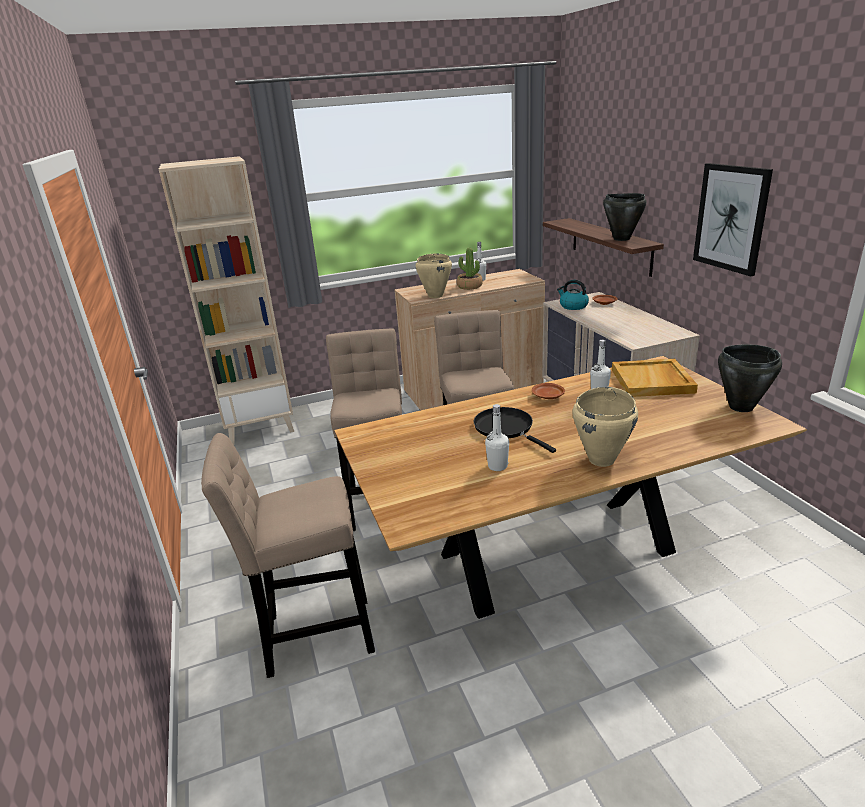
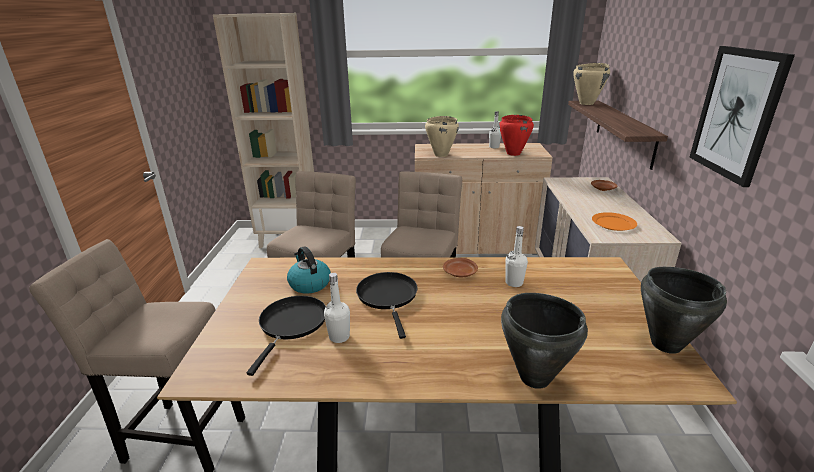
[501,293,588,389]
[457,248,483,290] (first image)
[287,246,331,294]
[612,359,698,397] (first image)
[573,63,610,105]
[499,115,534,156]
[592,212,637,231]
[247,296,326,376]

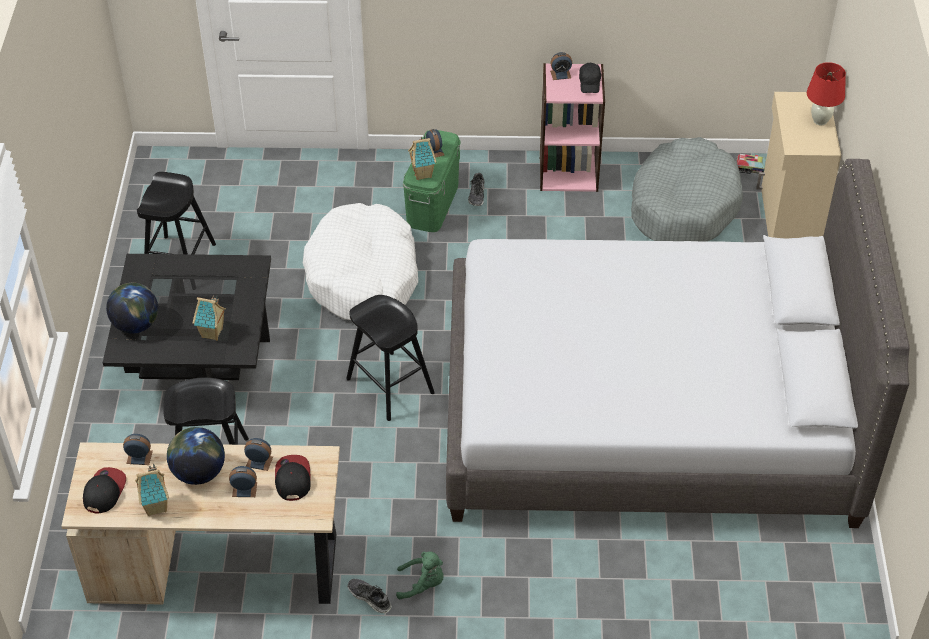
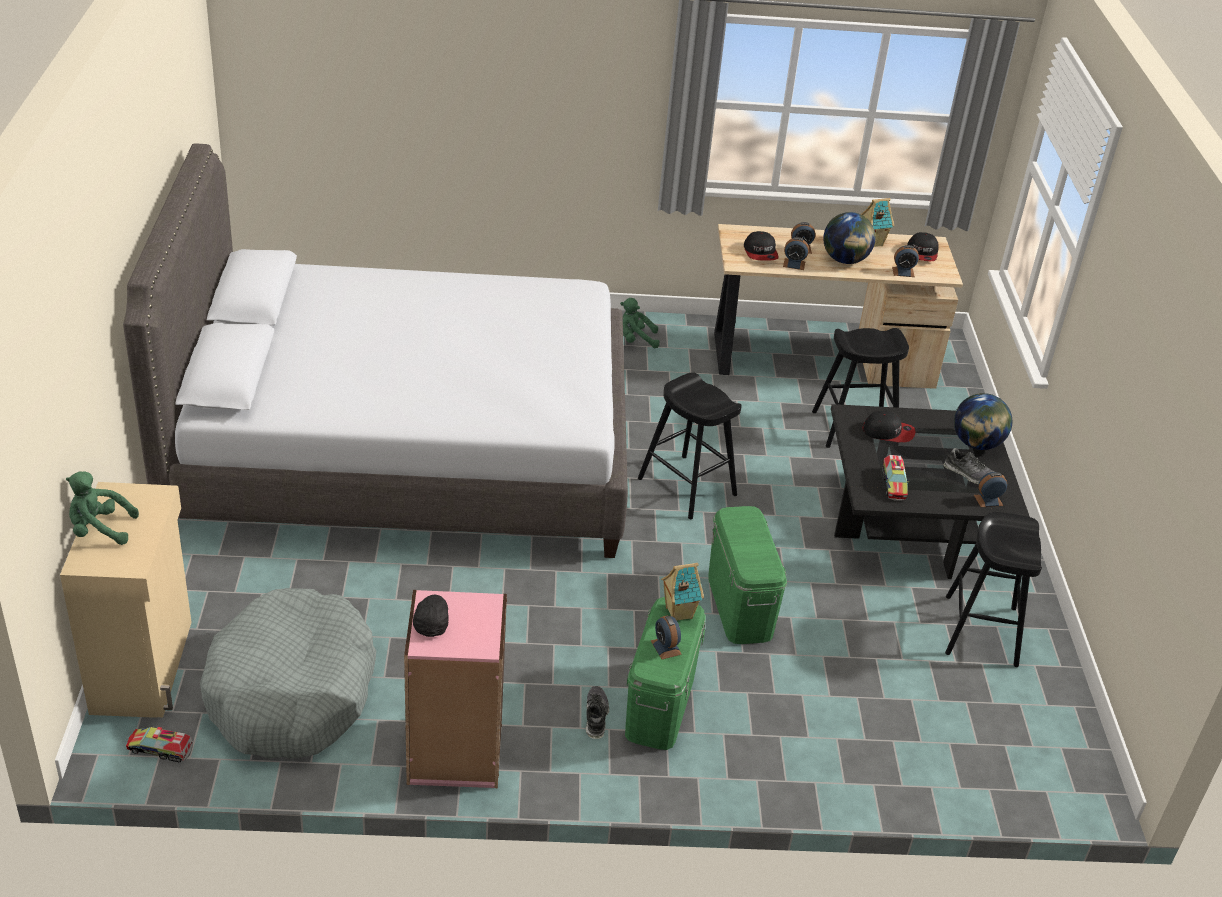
[974,472,1007,507]
[66,471,139,545]
[708,506,787,644]
[862,411,916,443]
[943,448,995,484]
[882,455,909,501]

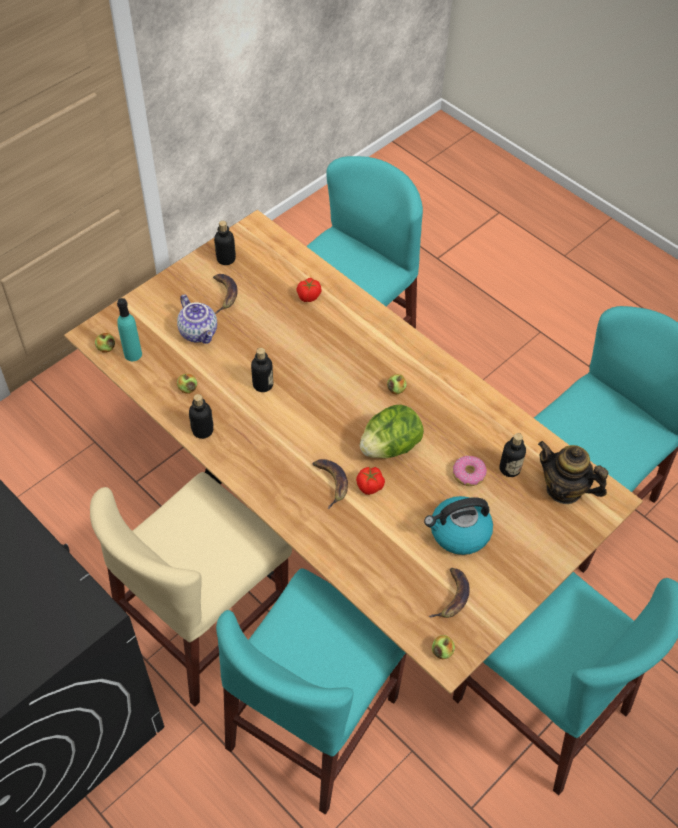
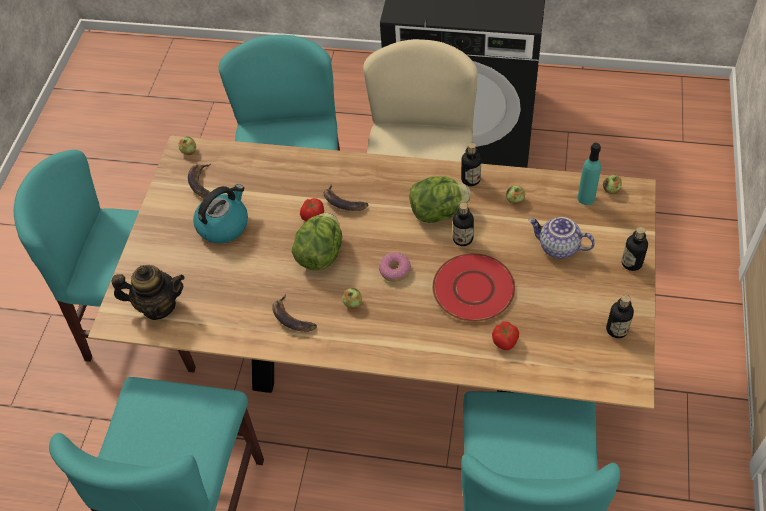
[272,294,317,332]
[622,227,648,271]
[379,252,411,282]
[409,176,471,223]
[432,253,515,322]

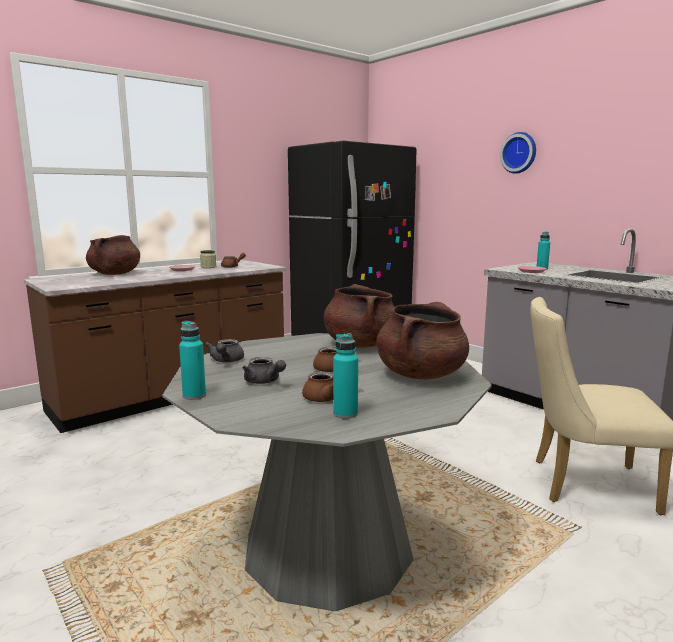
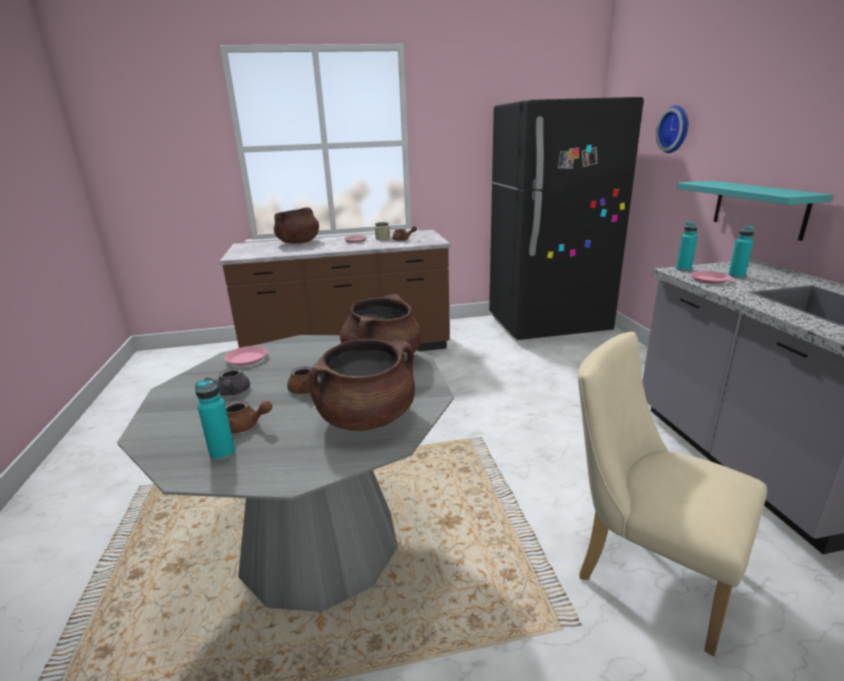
[656,105,688,153]
[676,222,698,272]
[224,346,268,366]
[677,181,832,241]

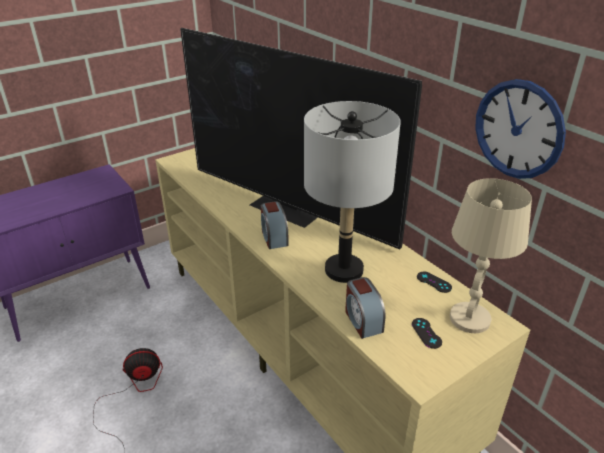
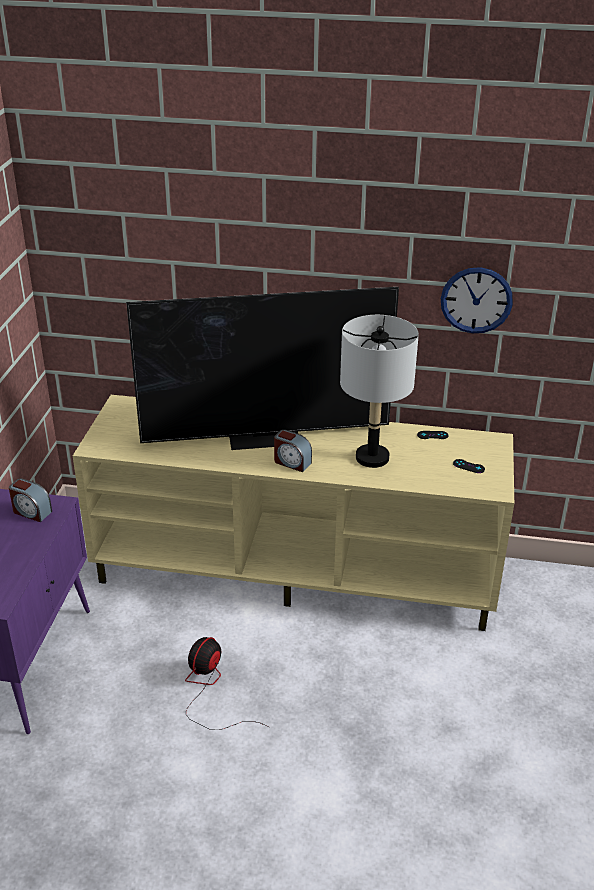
[450,178,532,333] (first image)
[9,479,52,522]

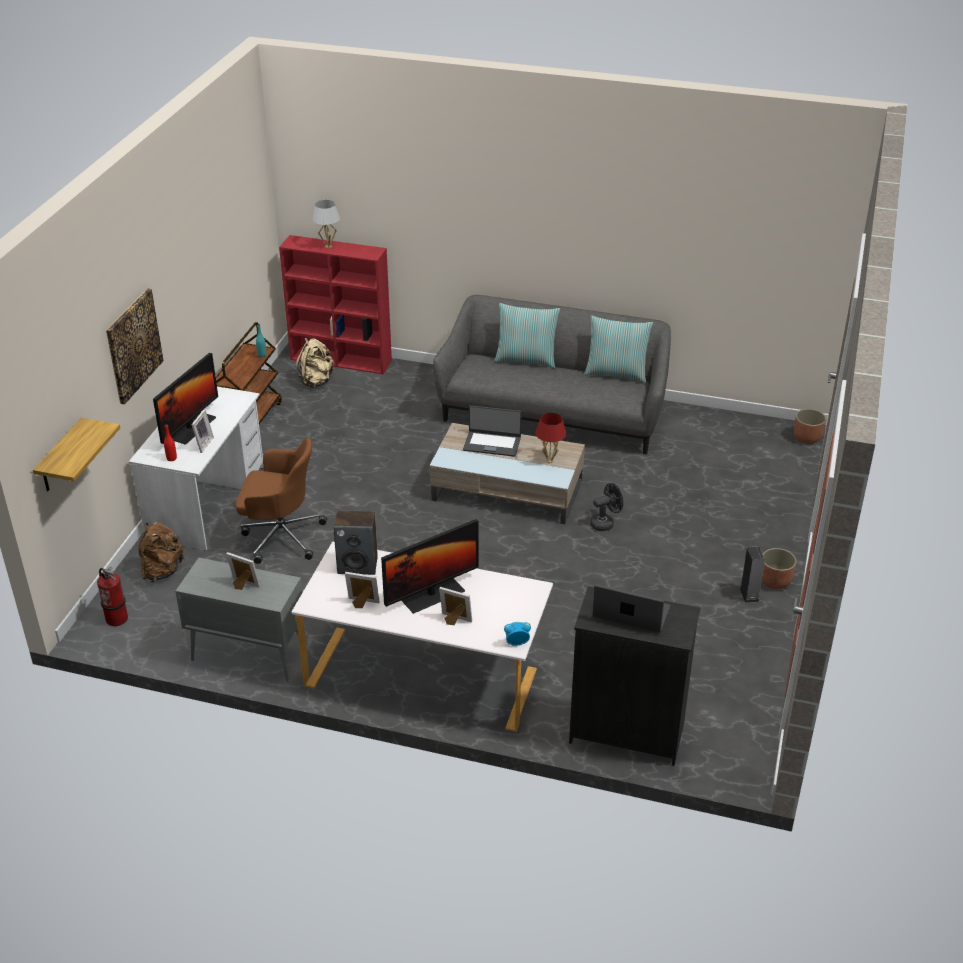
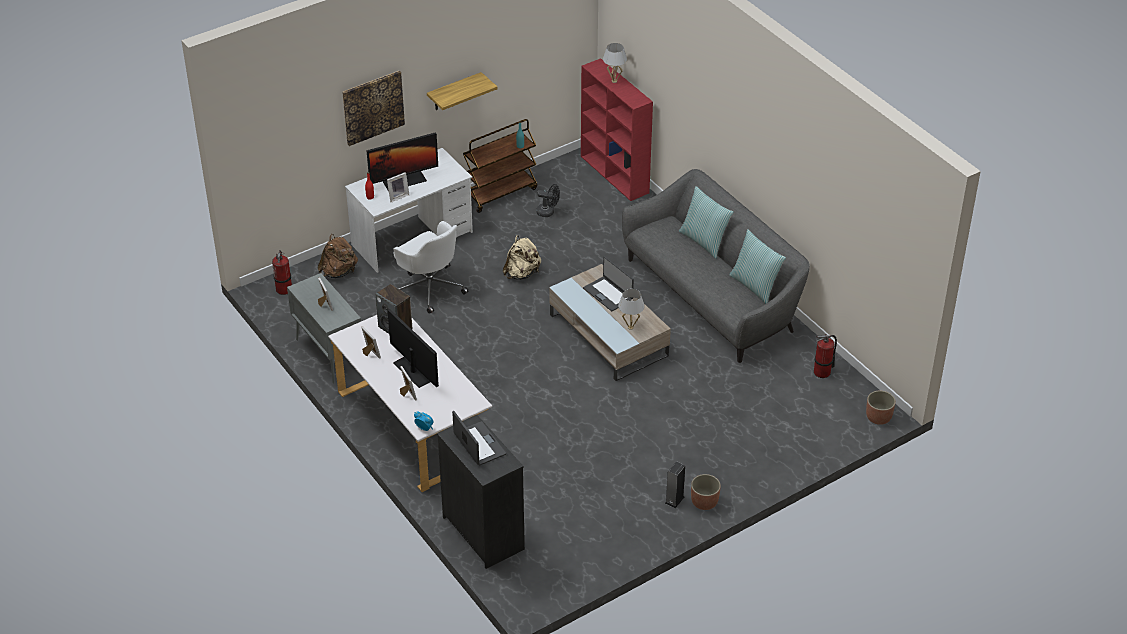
[503,235,541,280]
[618,289,645,330]
[427,72,497,110]
[393,221,469,314]
[536,184,560,217]
[387,309,439,388]
[814,334,837,378]

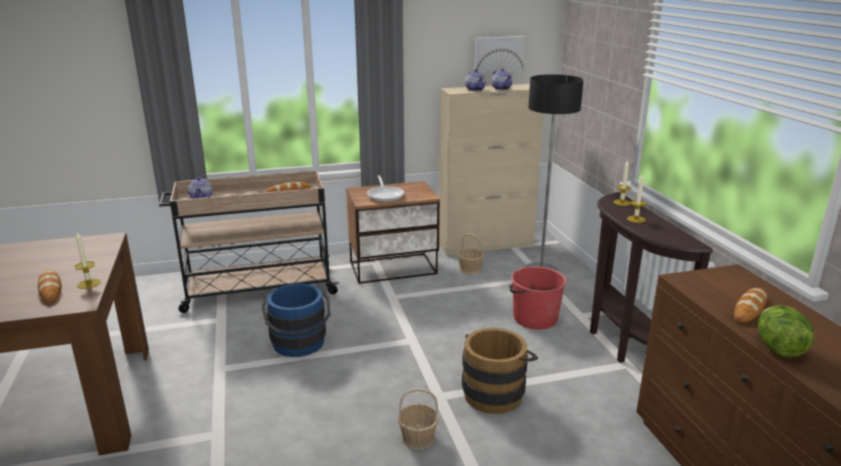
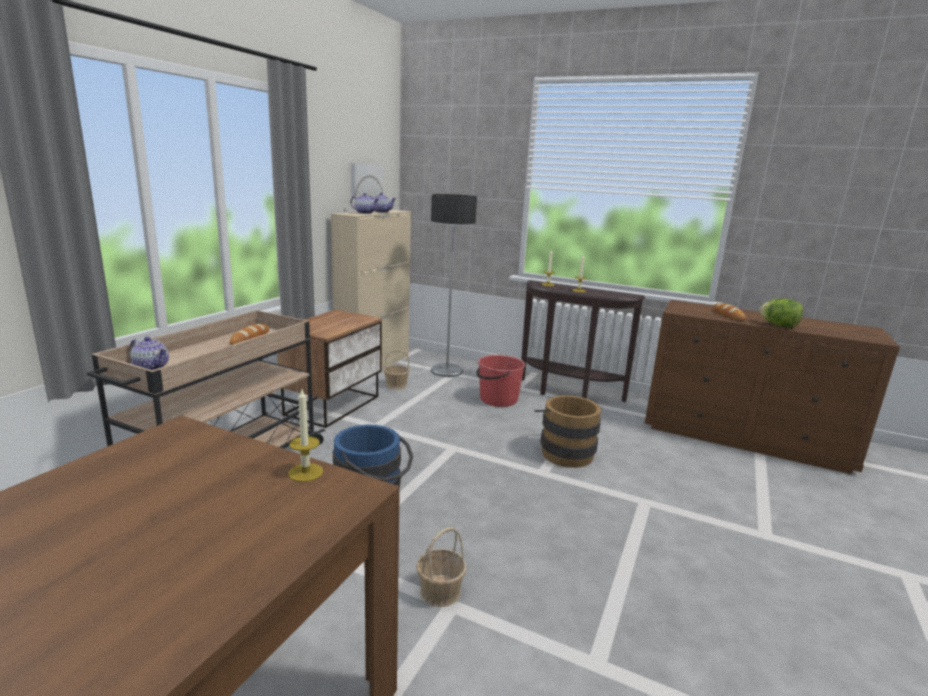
[367,175,404,202] (first image)
[38,269,62,303] (first image)
[416,527,467,607]

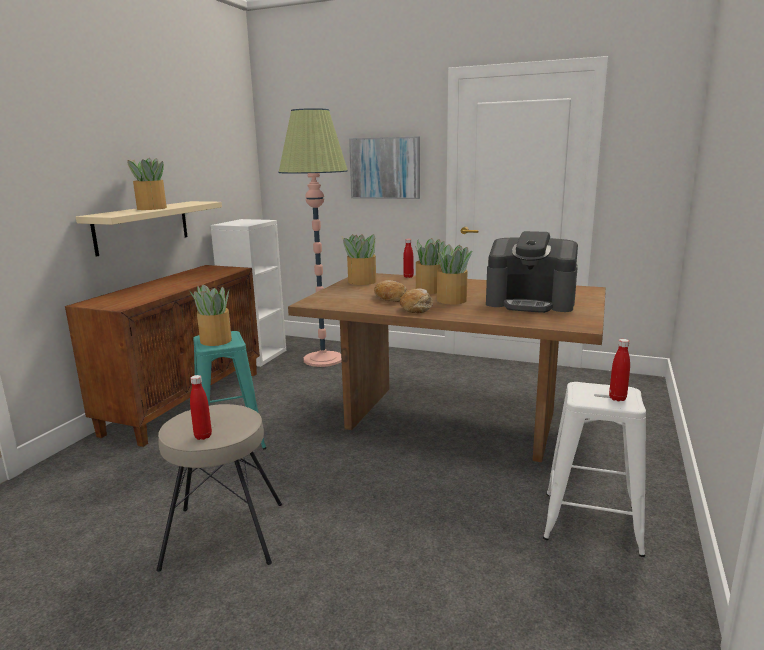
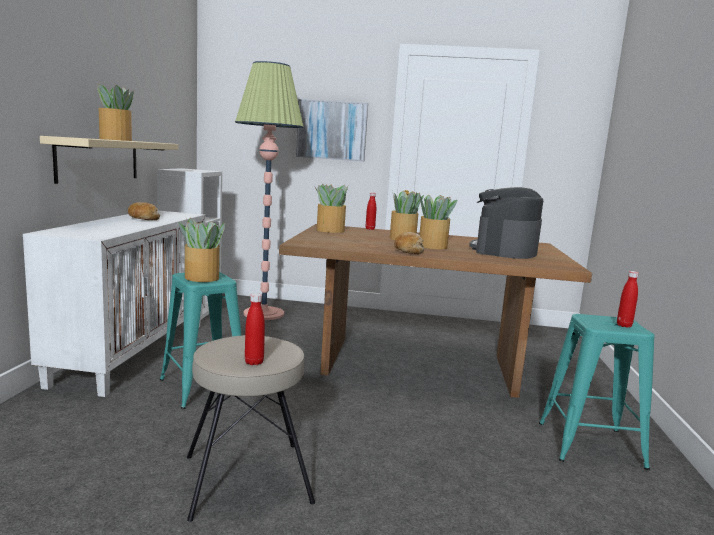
[469,187,543,259]
[23,211,206,397]
[128,202,160,220]
[539,314,655,470]

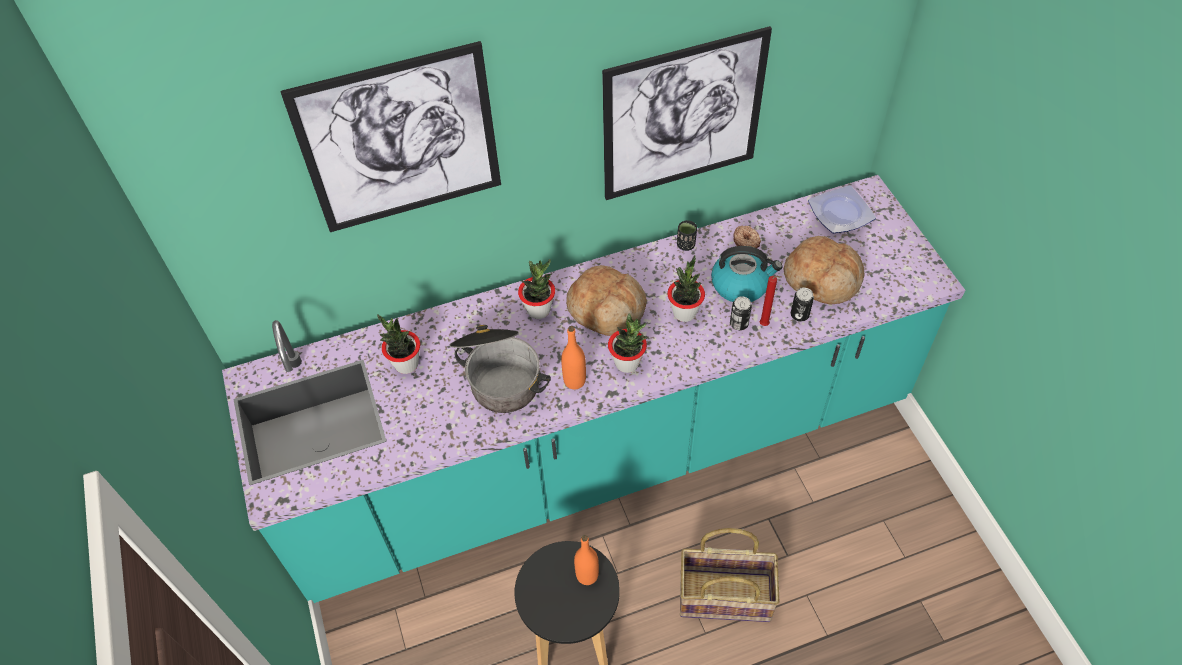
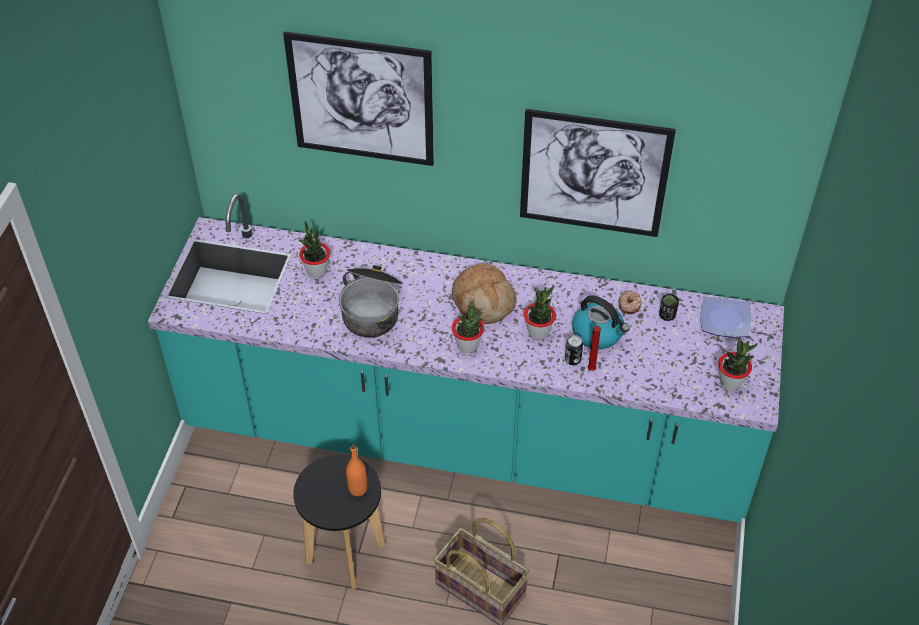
[659,294,679,321]
[784,236,864,305] (first image)
[718,337,758,391]
[791,288,814,322] (first image)
[561,326,586,389] (first image)

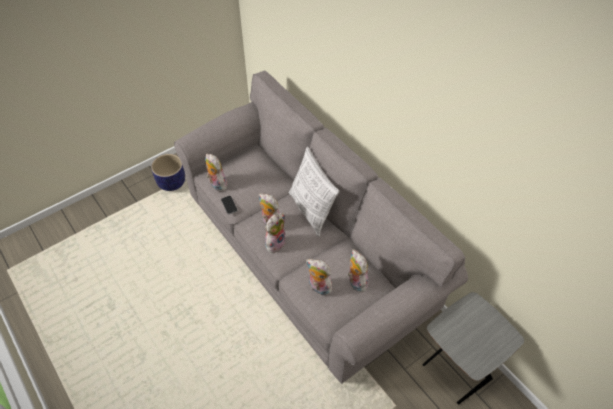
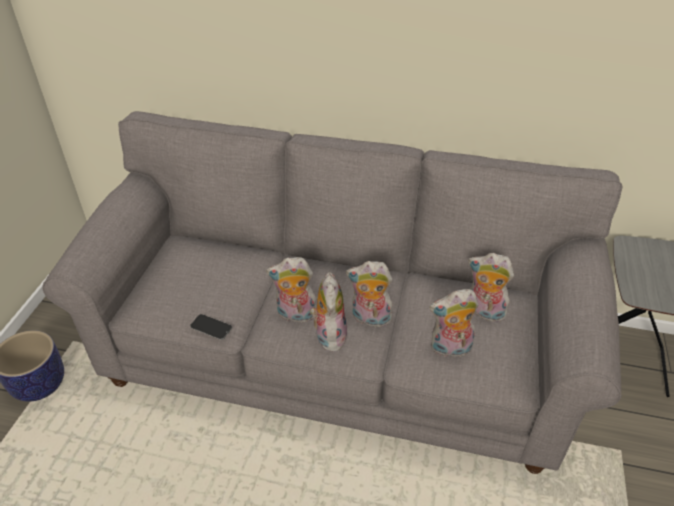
[289,147,339,237] (first image)
[346,261,393,328]

